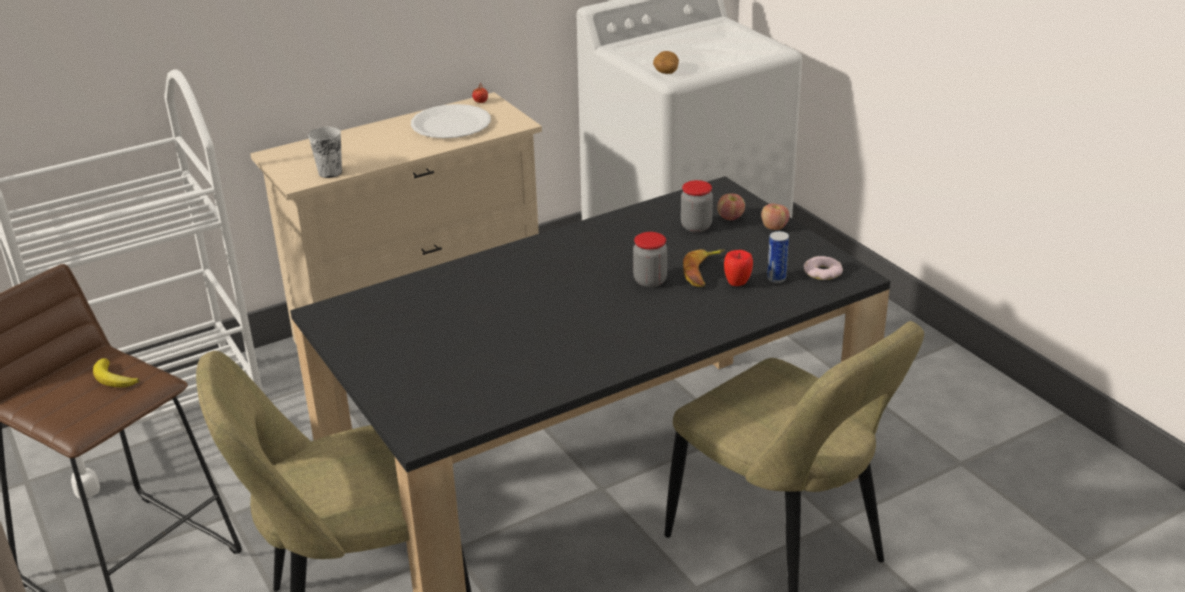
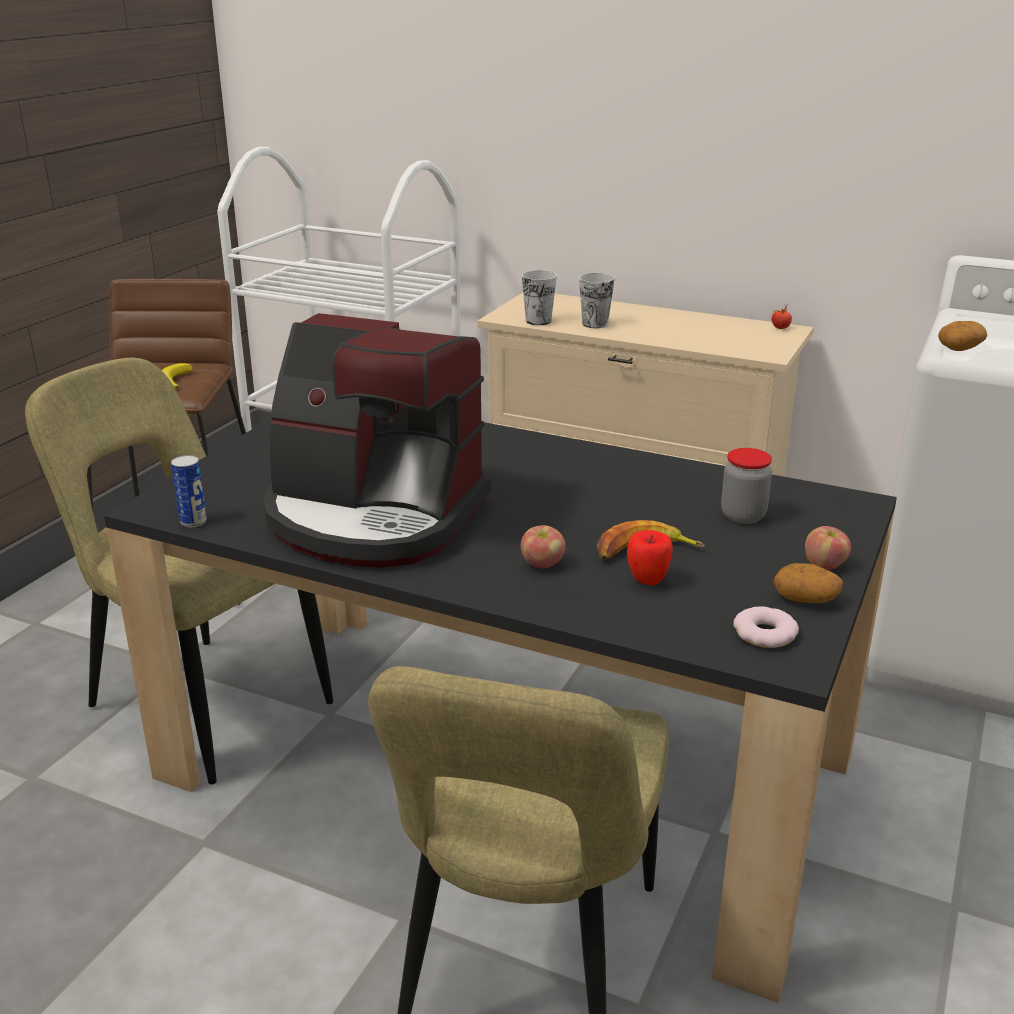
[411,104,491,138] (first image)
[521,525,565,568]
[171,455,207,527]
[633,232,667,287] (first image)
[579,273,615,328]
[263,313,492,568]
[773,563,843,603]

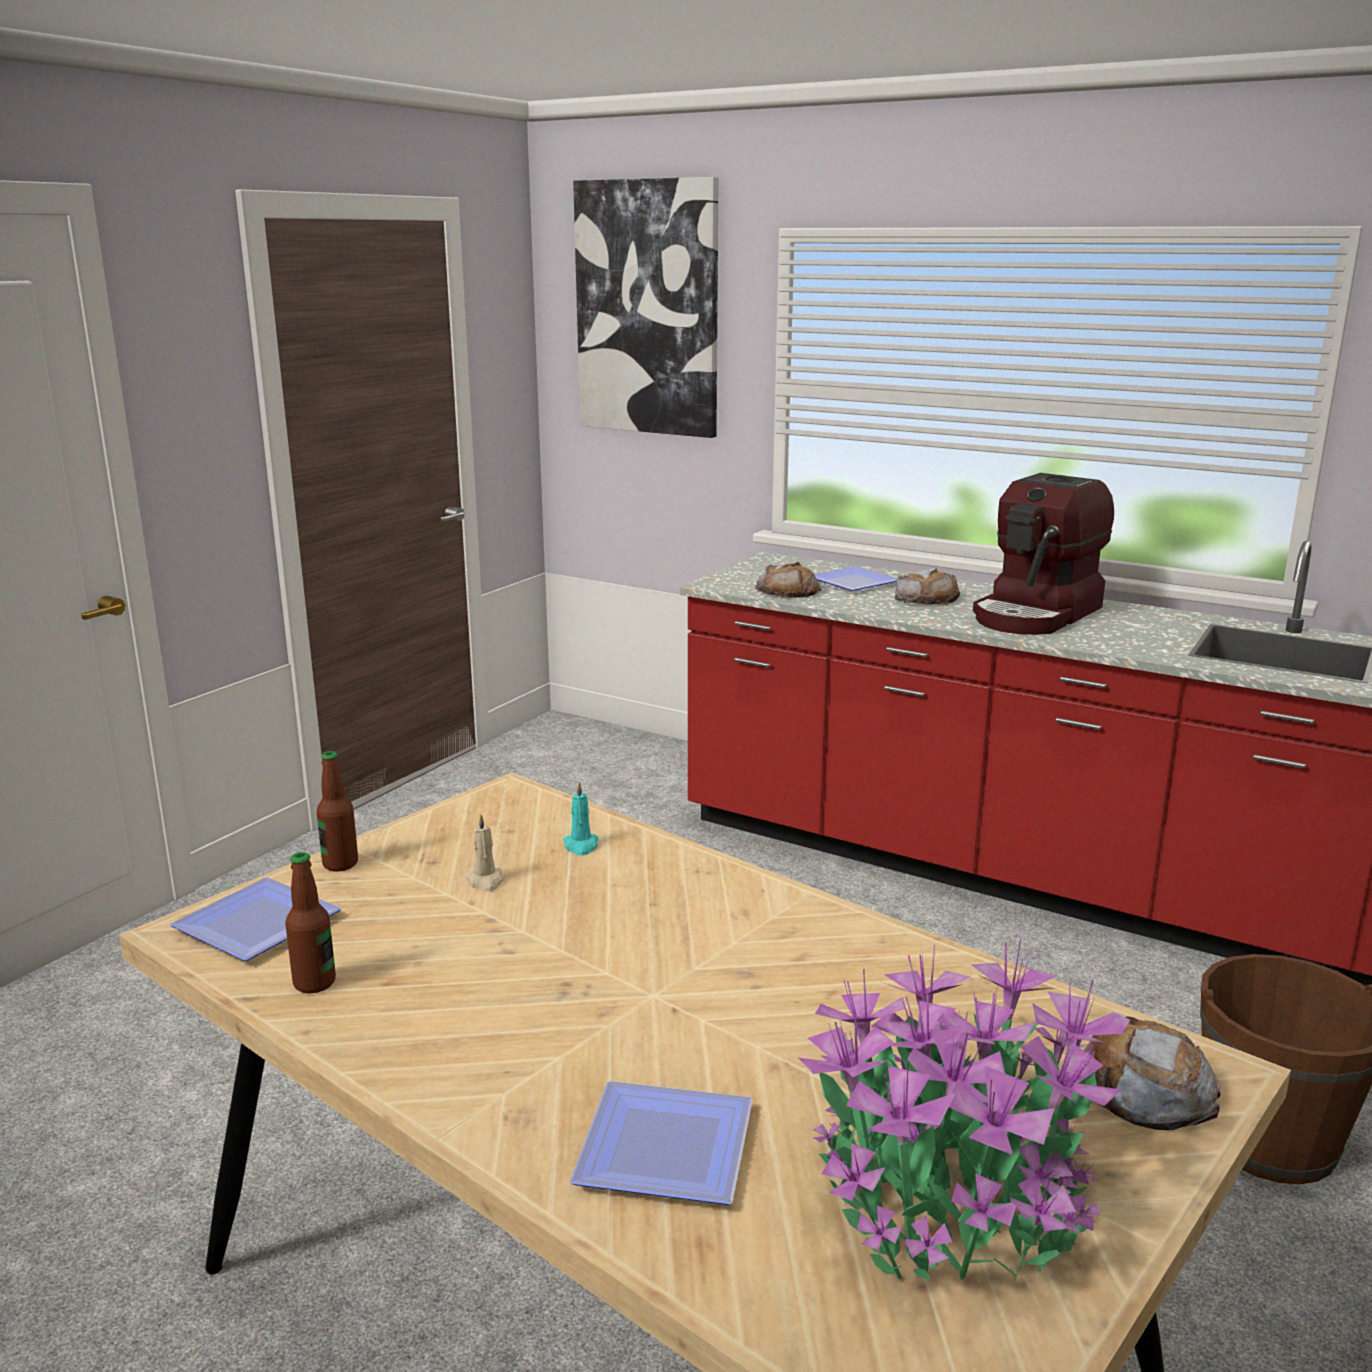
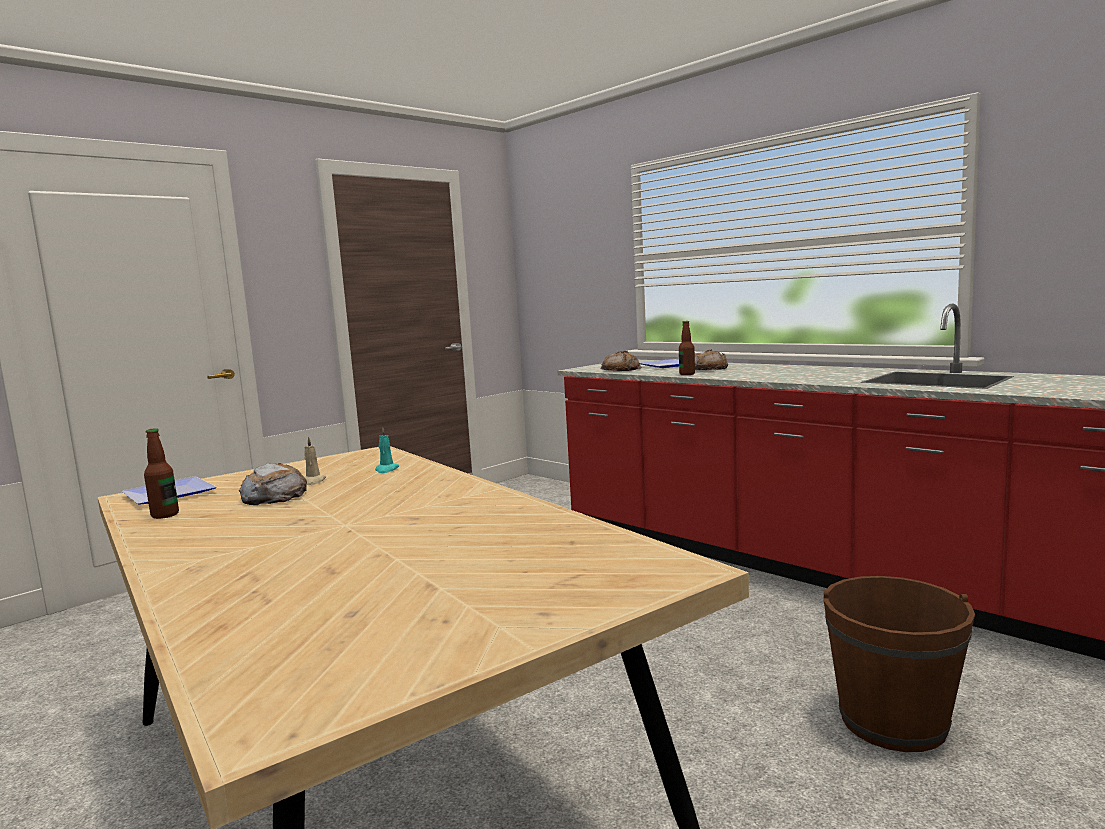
[573,177,719,438] (first image)
[973,473,1114,635] (first image)
[679,321,695,375]
[798,939,1130,1280] (first image)
[239,463,307,505]
[570,1081,753,1205] (first image)

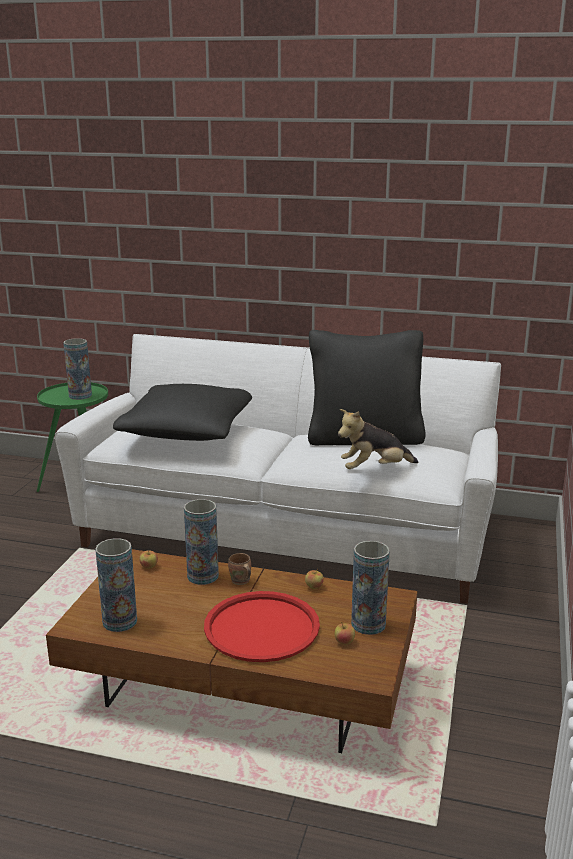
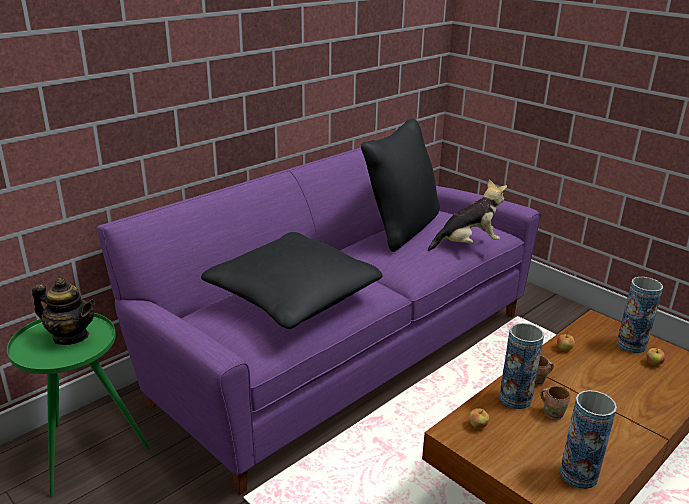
[97,147,541,495]
[32,278,95,345]
[428,179,507,251]
[204,591,320,662] (first image)
[540,386,570,419]

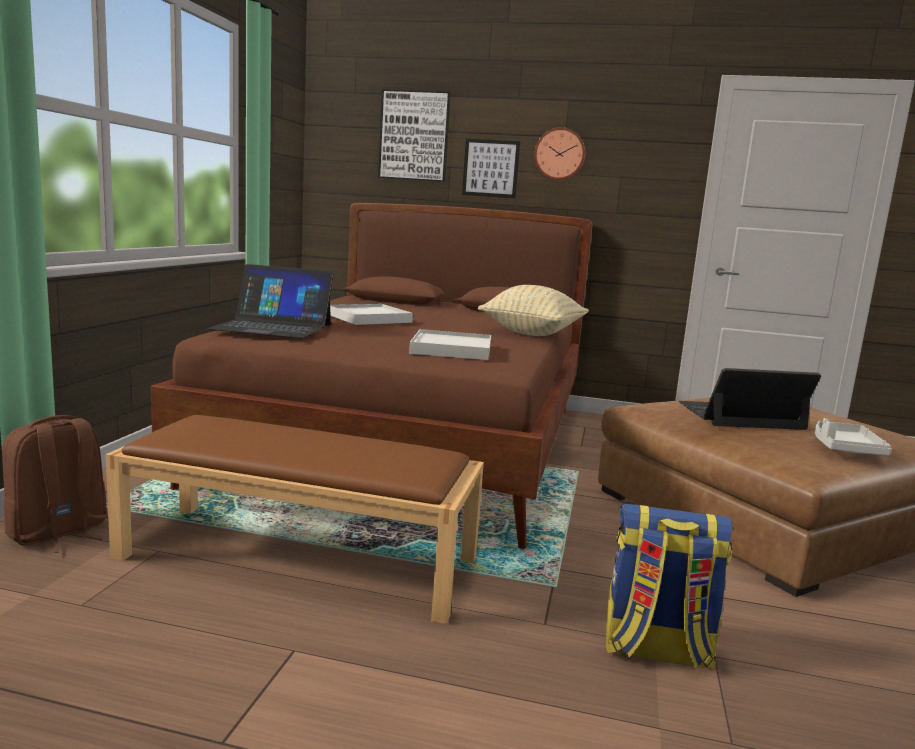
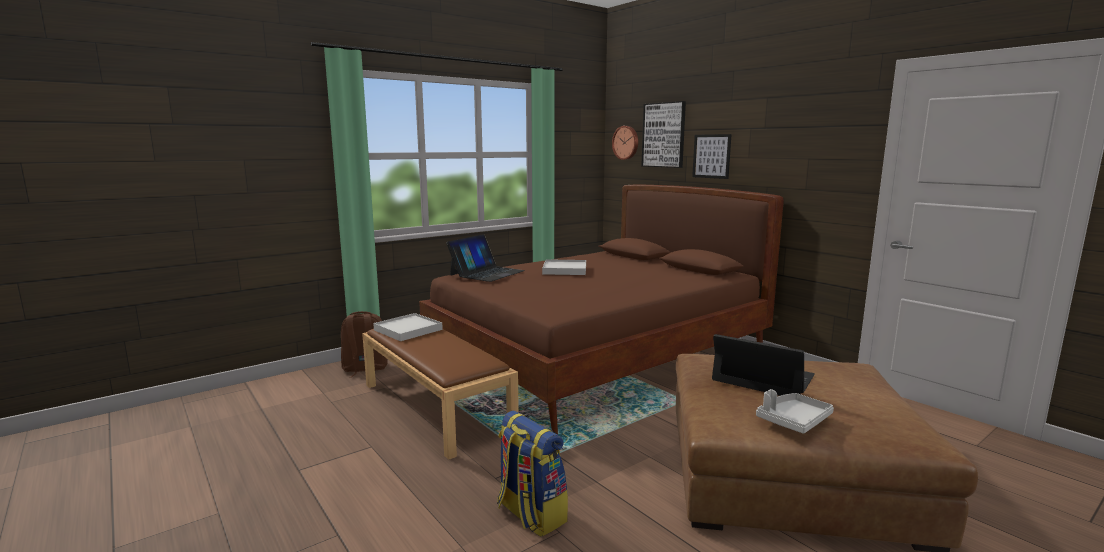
[612,126,638,160]
[446,234,525,282]
[478,285,589,336] (first image)
[373,313,443,341]

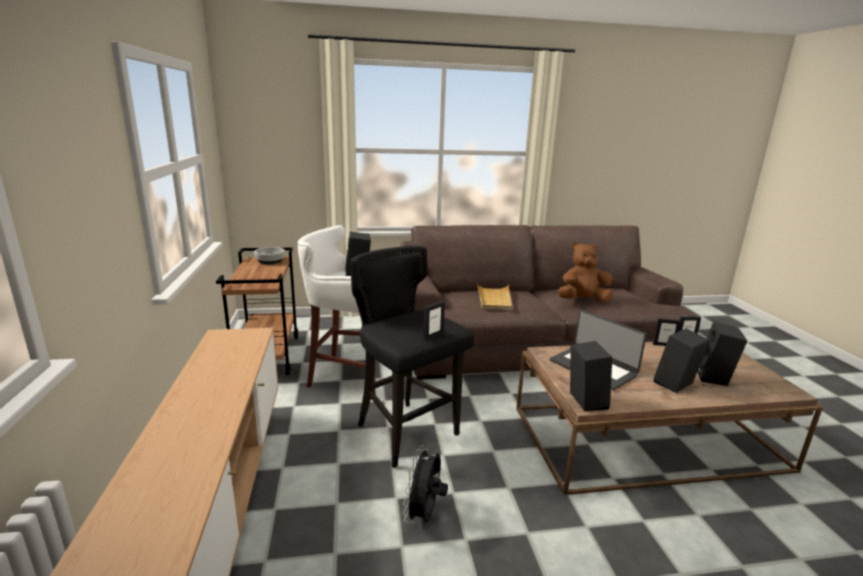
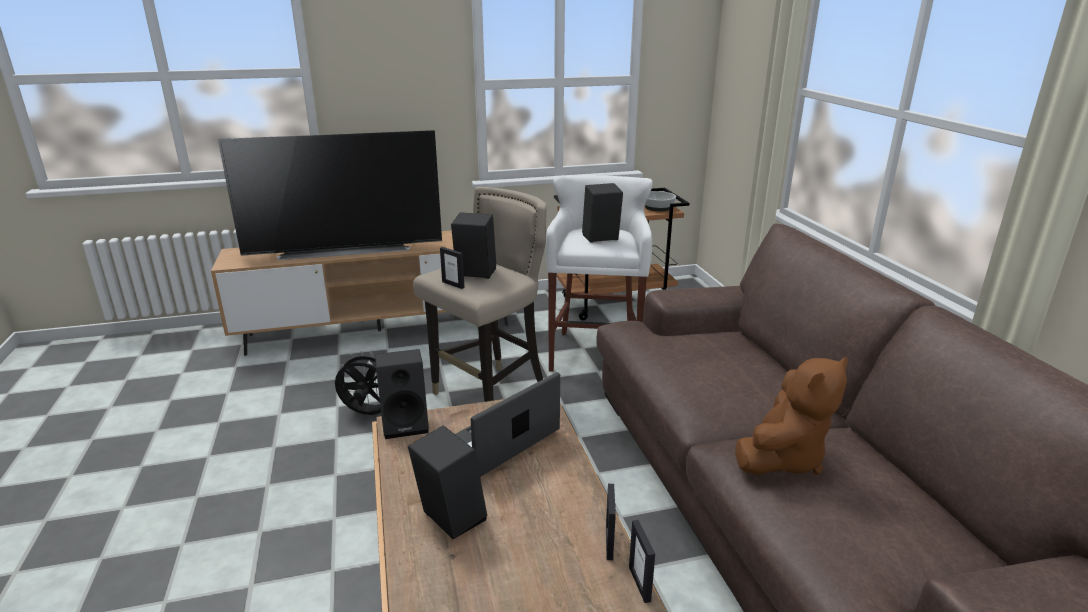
[735,357,848,475]
[413,187,547,402]
[477,284,513,310] (first image)
[451,212,496,279]
[218,130,442,260]

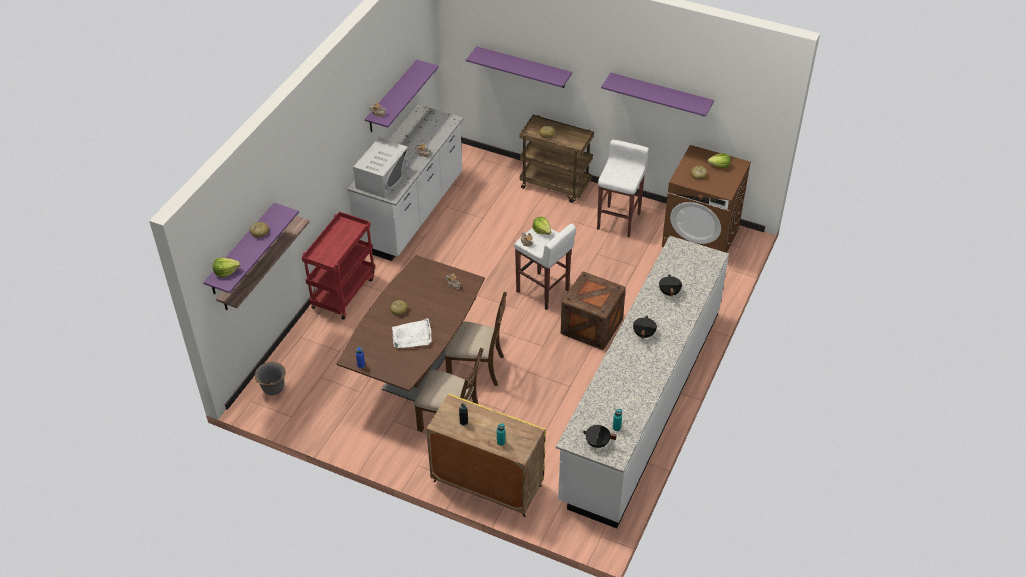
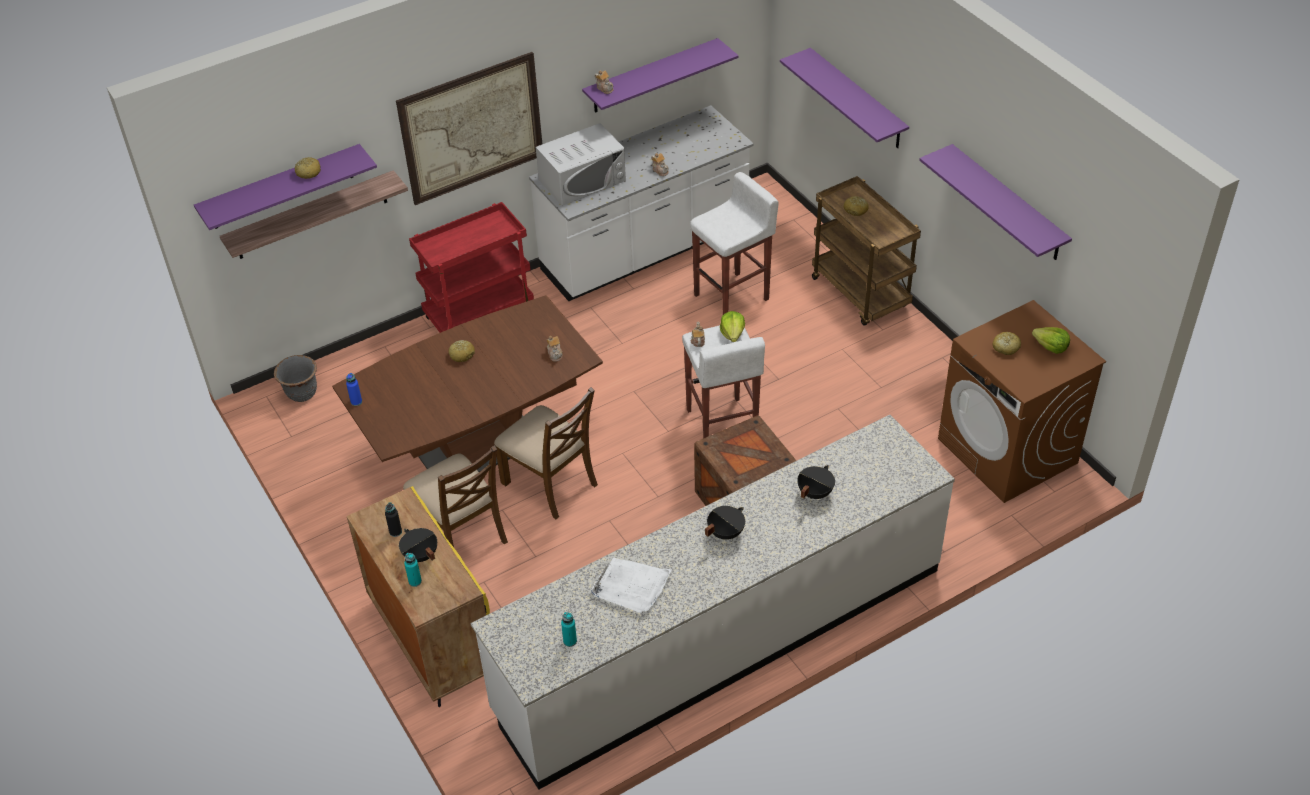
[690,172,779,315]
[213,258,240,278] (first image)
[591,558,672,613]
[399,528,437,562]
[396,52,542,205]

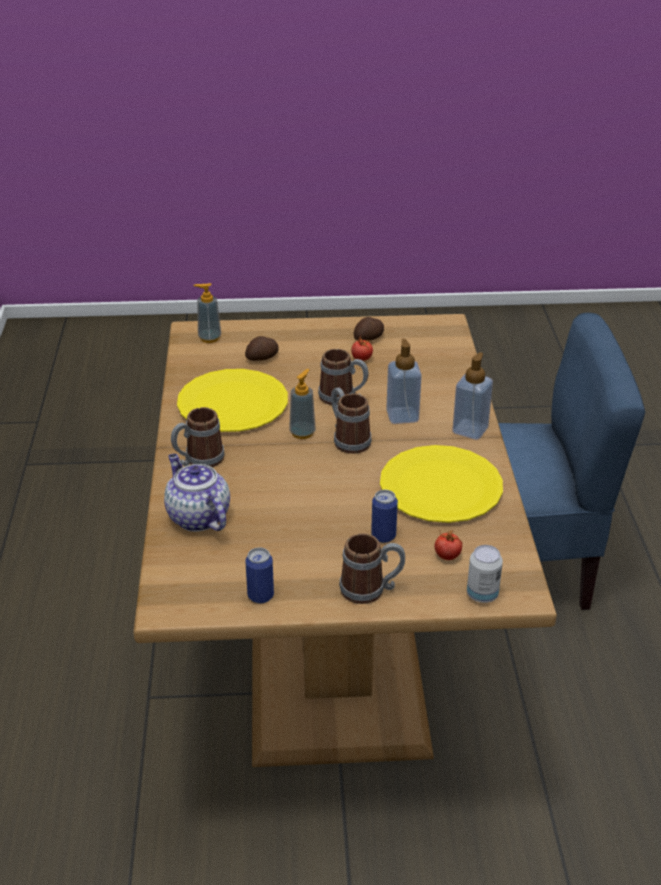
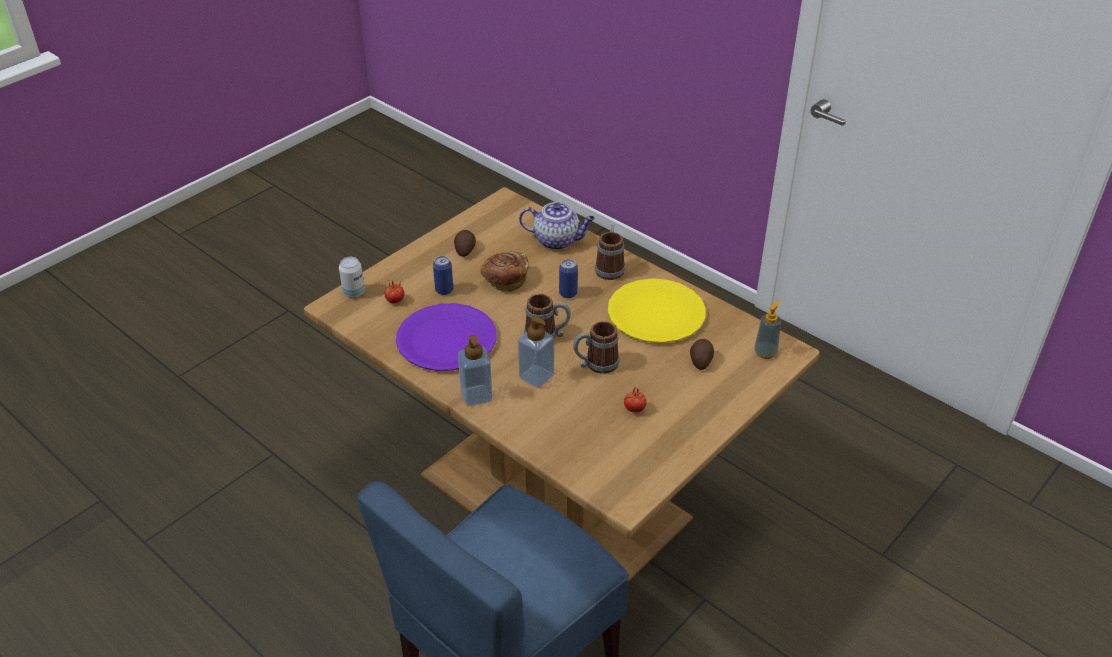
[454,230,476,257]
[289,369,316,439] (first image)
[396,303,496,371]
[339,533,405,604] (first image)
[559,259,578,298]
[481,251,528,292]

